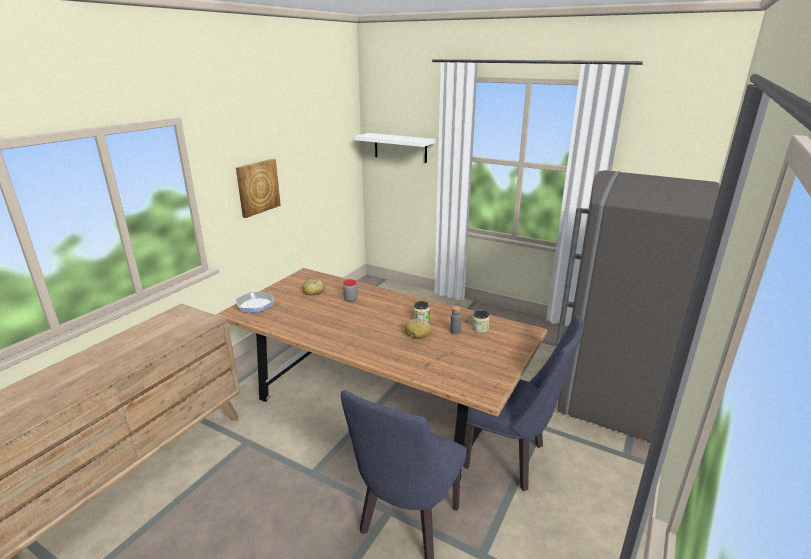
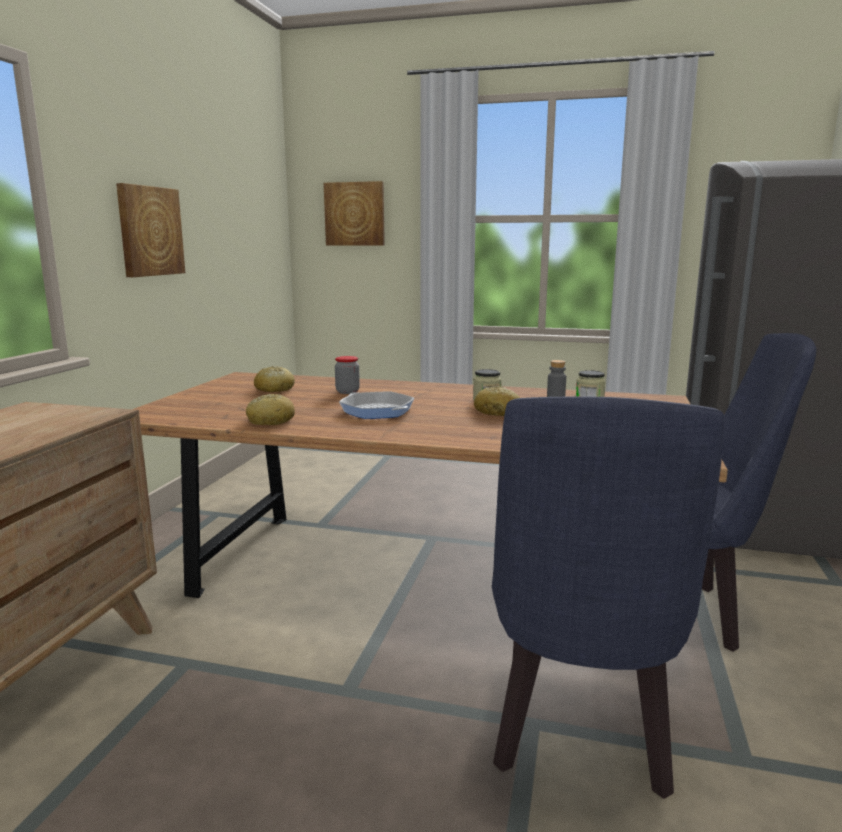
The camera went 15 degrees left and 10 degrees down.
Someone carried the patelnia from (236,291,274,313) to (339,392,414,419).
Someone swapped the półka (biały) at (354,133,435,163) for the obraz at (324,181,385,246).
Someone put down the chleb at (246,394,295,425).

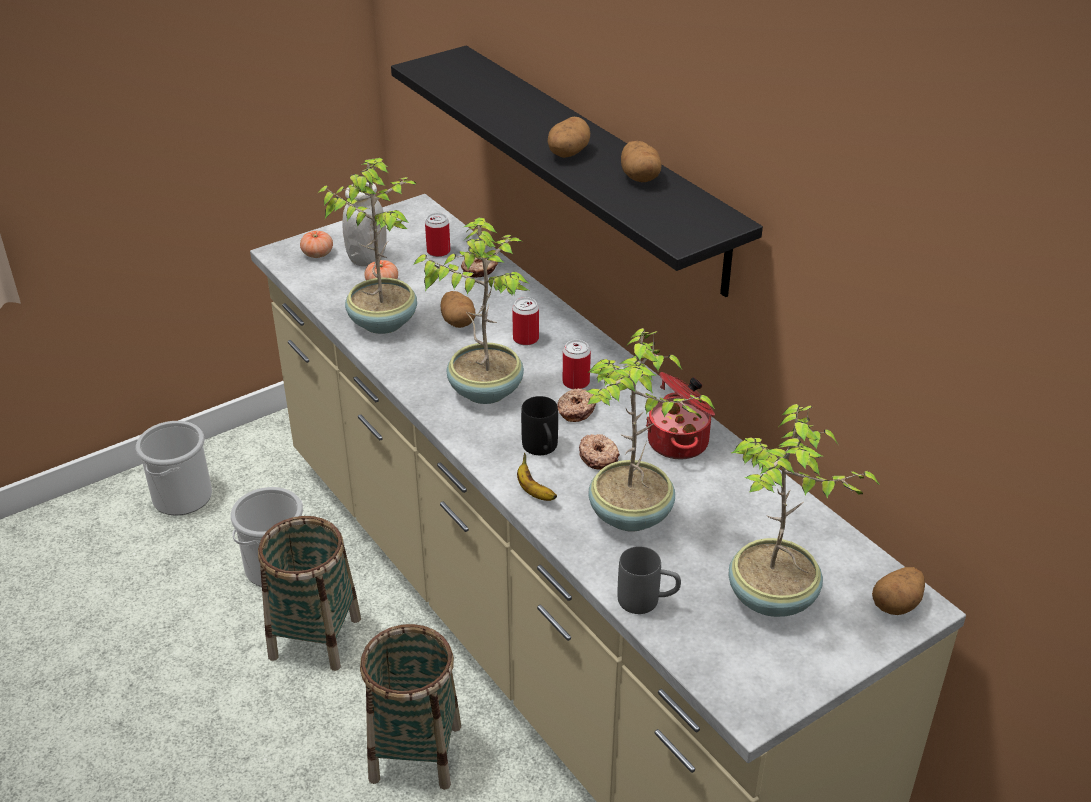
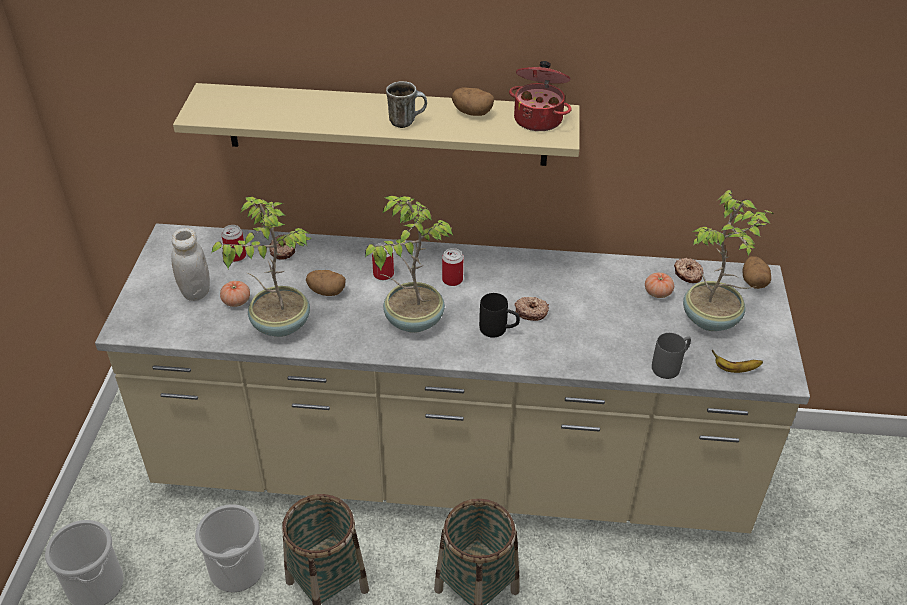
The camera went 50 degrees left and 5 degrees up.
Someone carried the pomidor from (300,231,333,258) to (645,273,674,298).
Someone repainted the półka (czarny) at (391,46,763,297), which became the półka (beżowy) at (173,83,580,166).
Someone carried the banan from (517,453,557,501) to (712,350,763,373).
Someone swapped the ziemniak at (547,117,590,158) for the kubek at (386,81,427,128).
Someone carried the donut from (557,388,596,422) to (674,258,704,283).
Someone took away the roślina doniczkowa at (587,328,715,532).
Someone carried the garnek from (646,372,715,459) to (509,61,571,131).

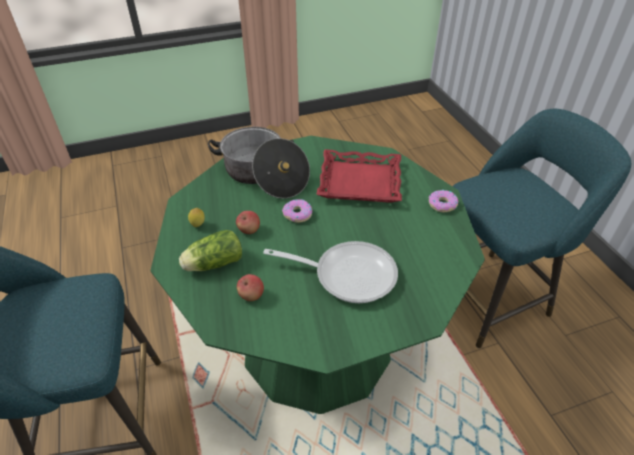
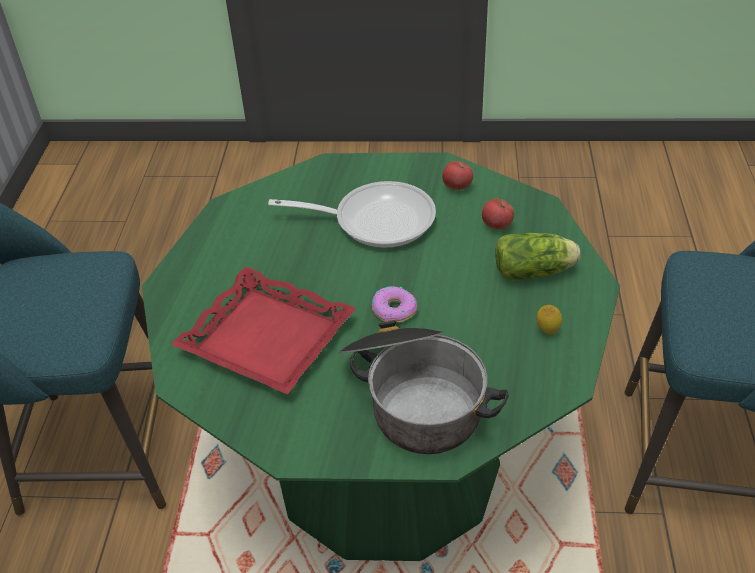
The camera went 155 degrees left and 0 degrees up.
Someone carried the jabłko from (236,211,260,234) to (442,161,473,190).
Someone rotated the patelnia at (263,241,398,303) by 150 degrees clockwise.
Someone took away the donut at (429,190,458,212).

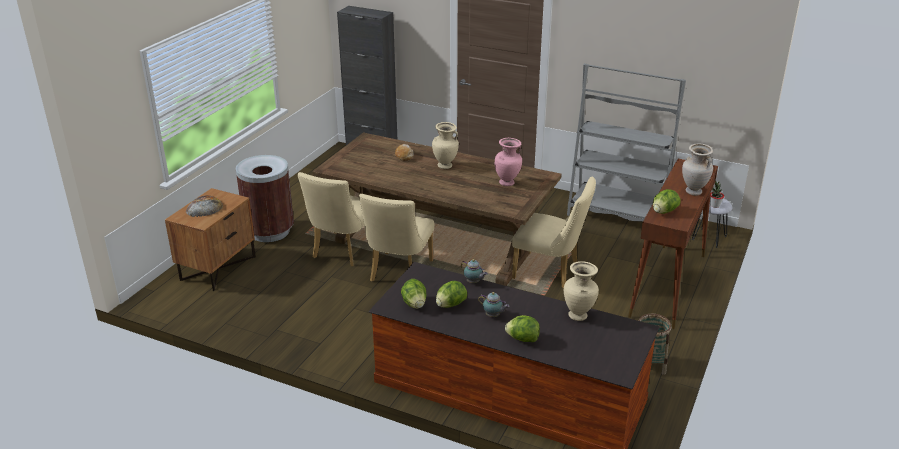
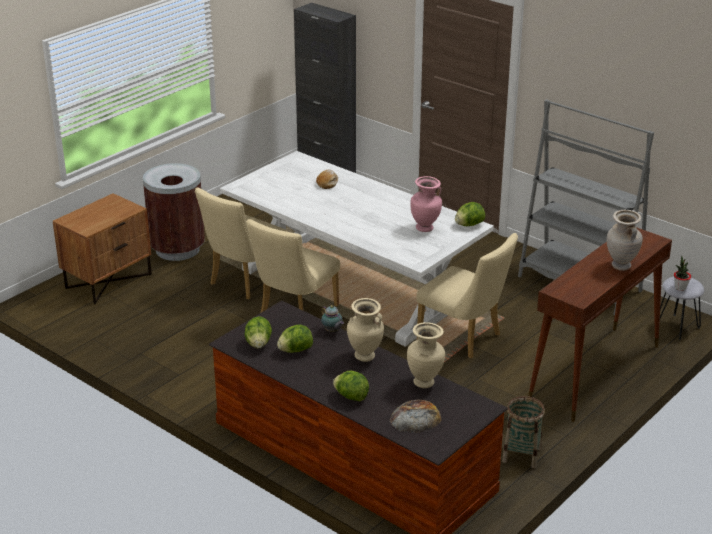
The camera went 15 degrees right and 0 degrees up.
Someone carried the chleb from (186,195,223,217) to (390,399,442,433).
Someone repainted the stół jadalny (brązowy) at (312,132,562,286), which became the stół jadalny (biały) at (220,151,494,347).
Someone carried the wazon (beżowy) from (432,122,459,169) to (347,298,384,362).
Someone took away the imbryk at (478,292,509,317).
Someone carried the sałata from (653,189,681,214) to (455,202,485,226).

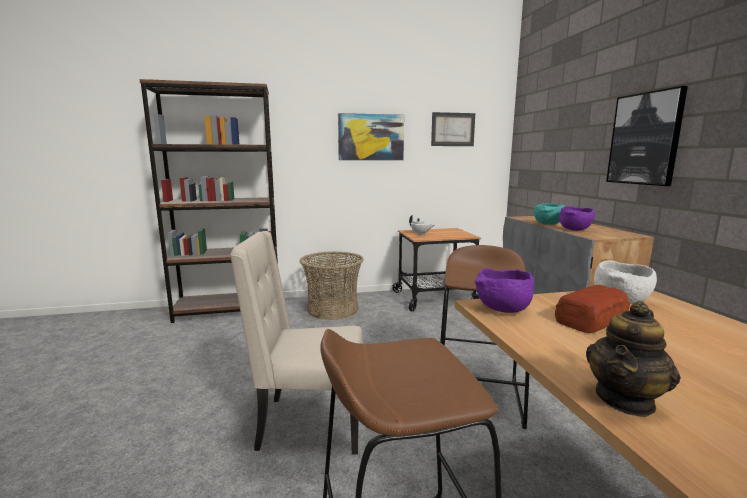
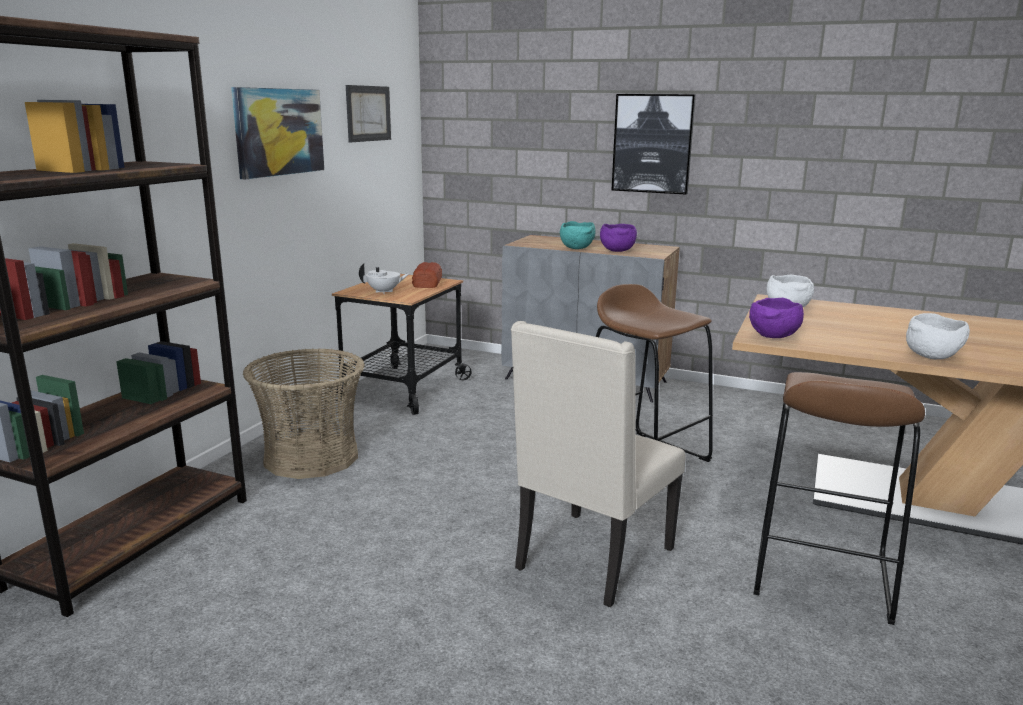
The camera went 55 degrees left and 5 degrees up.
Someone carried the chleb from (555,285,631,333) to (412,262,442,288).
Someone swapped the imbryk at (586,301,681,417) for the miska (biały) at (906,313,970,359).

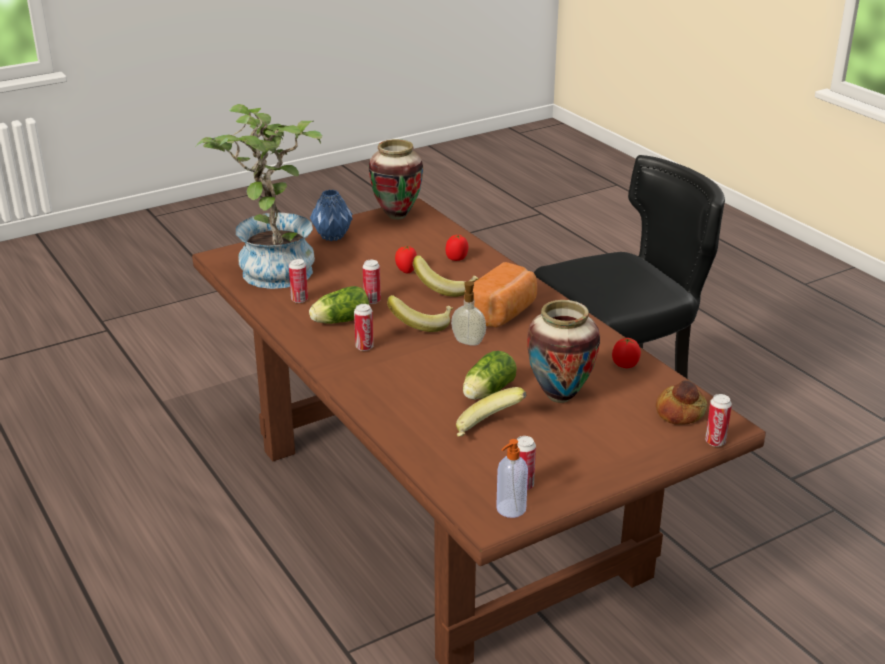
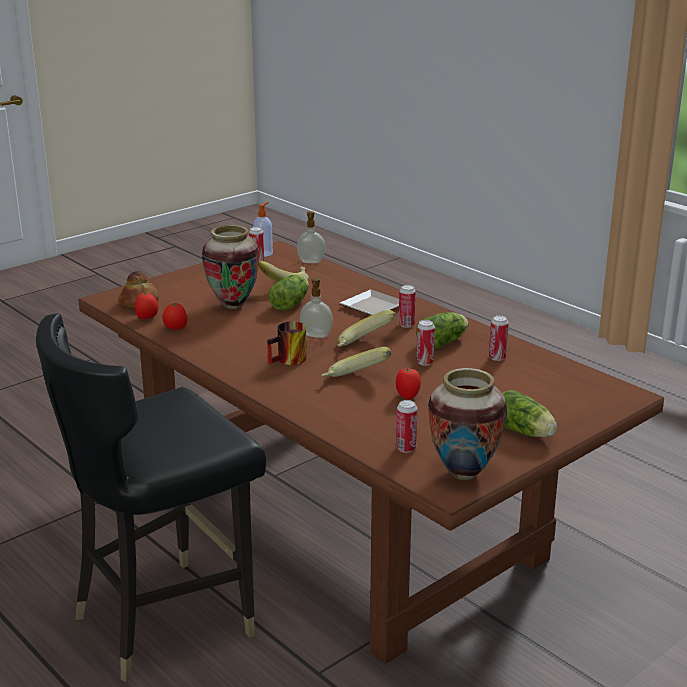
The camera went 170 degrees right and 5 degrees down.
Someone took away the roślina doniczkowa at (196,104,322,289).
Someone swapped the wazon (niebieski) at (310,190,353,241) for the sałata at (502,390,557,437).
Someone carried the pomidor from (445,235,469,261) to (135,293,159,319).
Someone swapped the chleb at (465,262,537,328) for the kubek at (267,321,306,365).
Someone carried the puszka from (705,394,732,447) to (396,400,417,453).
Someone put down the dozownik mydła at (297,211,326,263).
Someone put down the talerz at (339,289,399,315).

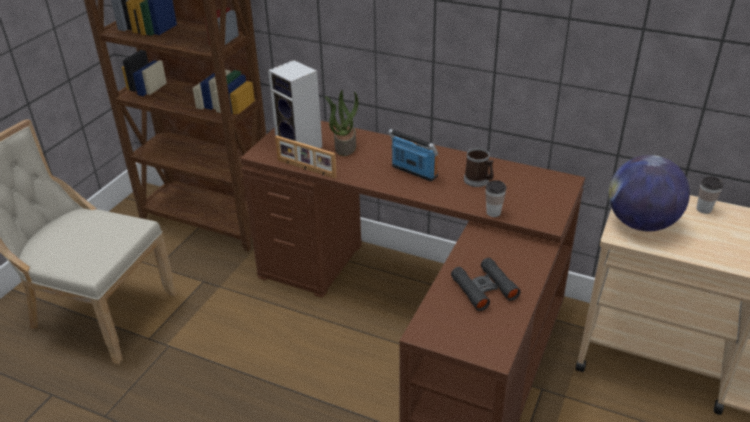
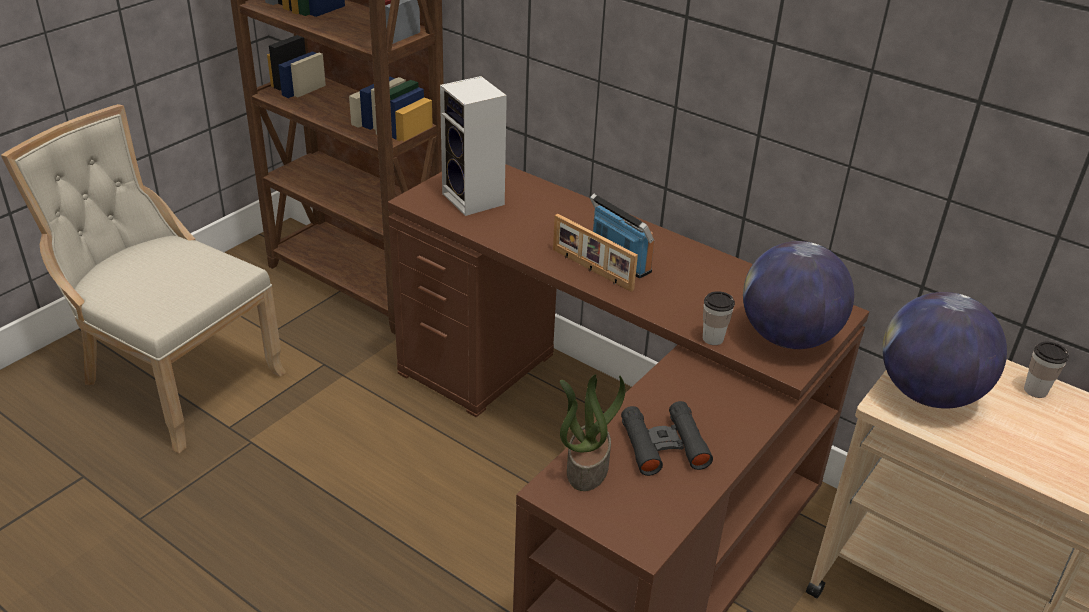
The camera went 10 degrees right and 0 degrees up.
Someone carried the ramka na zdjęcie from (275,136,337,179) to (553,214,638,292).
Someone carried the roślina doniczkowa from (325,90,358,156) to (560,374,625,491).
Someone took away the kubek at (464,148,494,187).
Someone put down the globus at (743,241,854,349).

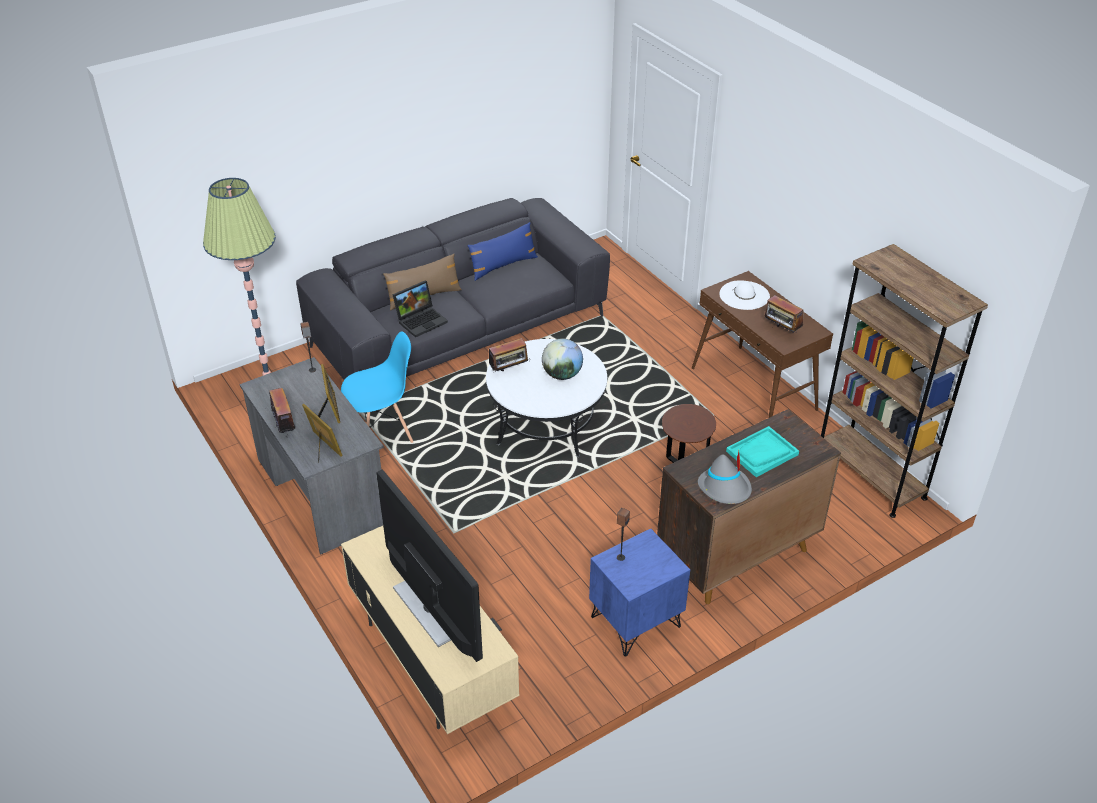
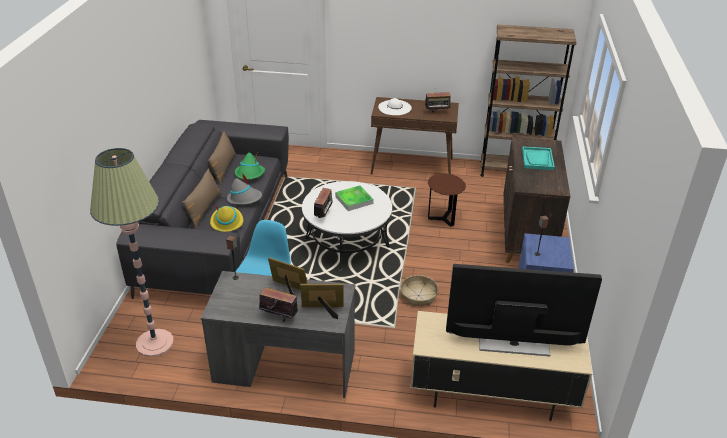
The camera went 50 degrees left and 5 degrees down.
Someone swapped the laptop at (392,280,448,338) for the kapelusz (żółty) at (210,205,243,232).
Someone repainted the poduszka (niebieski) at (468,222,538,281), which became the poduszka (brązowy) at (208,131,236,185).
Someone swapped the globus at (542,338,583,380) for the taca at (335,185,374,211).
Someone carried the kapelusz (szary) from (698,450,752,504) to (227,173,262,205).
Someone put down the kapelusz (zielony) at (235,151,265,179).
Someone put down the koszyk at (400,275,438,307).

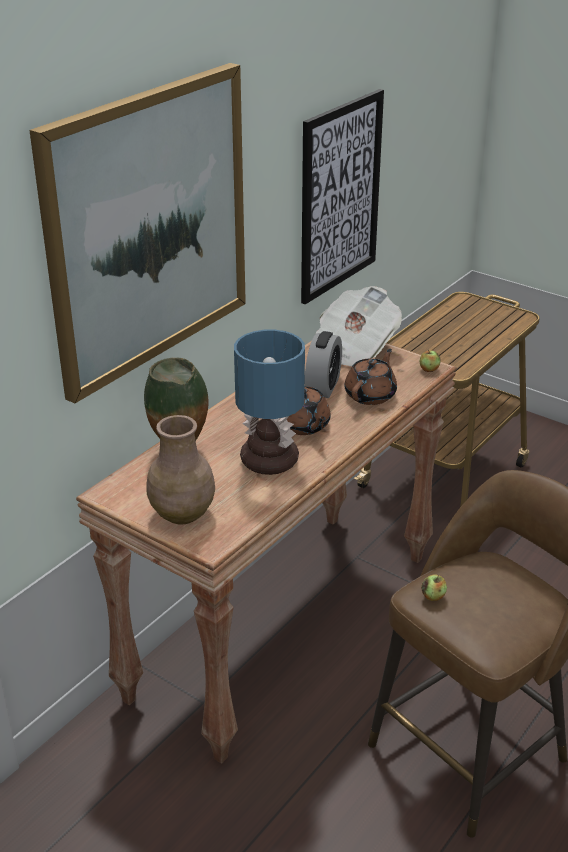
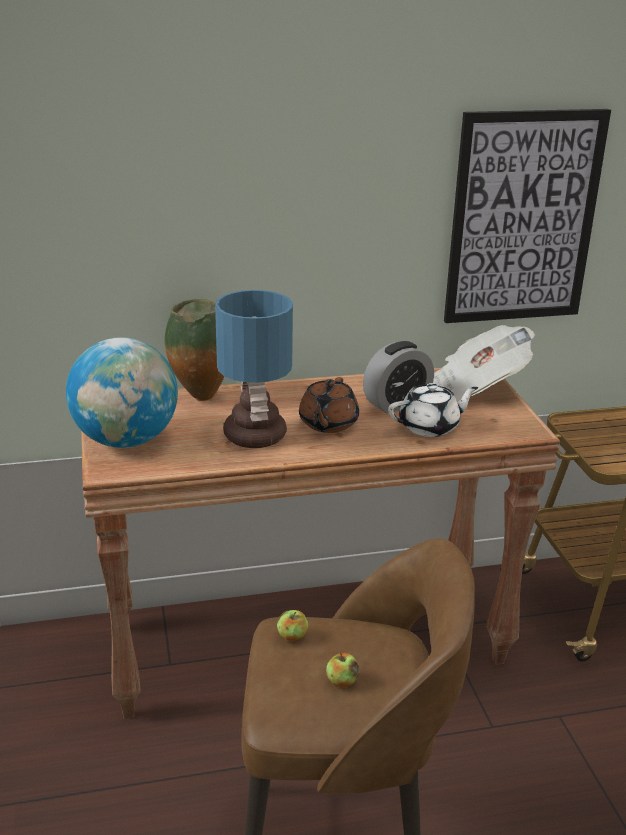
The camera went 40 degrees right and 5 degrees down.
Someone took away the obraz at (29,63,246,404).
Someone swapped the wazon (brązowy) at (146,415,215,524) for the globus at (66,337,178,448).
Someone repainted the imbryk (brązowy) at (344,349,397,405), which became the imbryk (biały) at (388,383,479,437).
Someone carried the jabłko from (420,350,441,372) to (326,653,359,688).

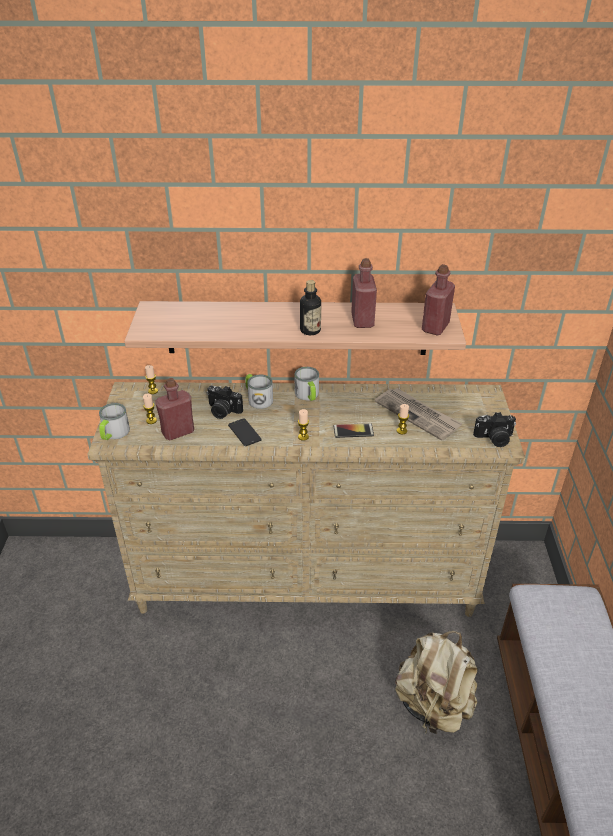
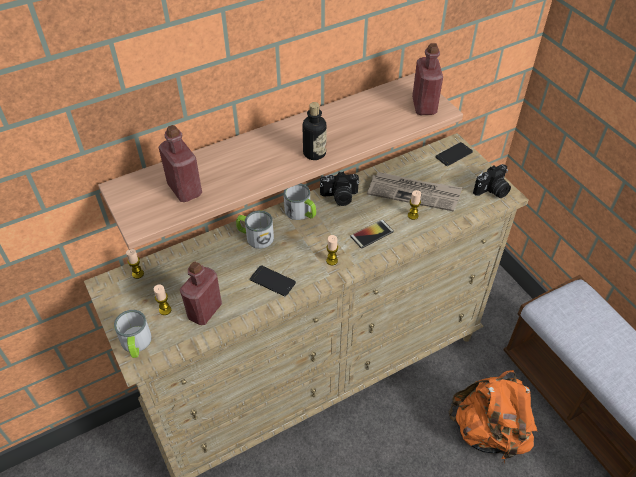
The camera went 30 degrees left and 10 degrees up.
Someone carried the aparat fotograficzny from (207,386,243,419) to (320,171,359,206).
Someone carried the butelka (czerwony) from (351,258,377,328) to (158,125,202,202).
Someone repainted the plecak (beżowy) at (395,631,478,735), which became the plecak (pomarańczowy) at (449,370,538,463).
Someone put down the telefon at (436,142,473,166).

